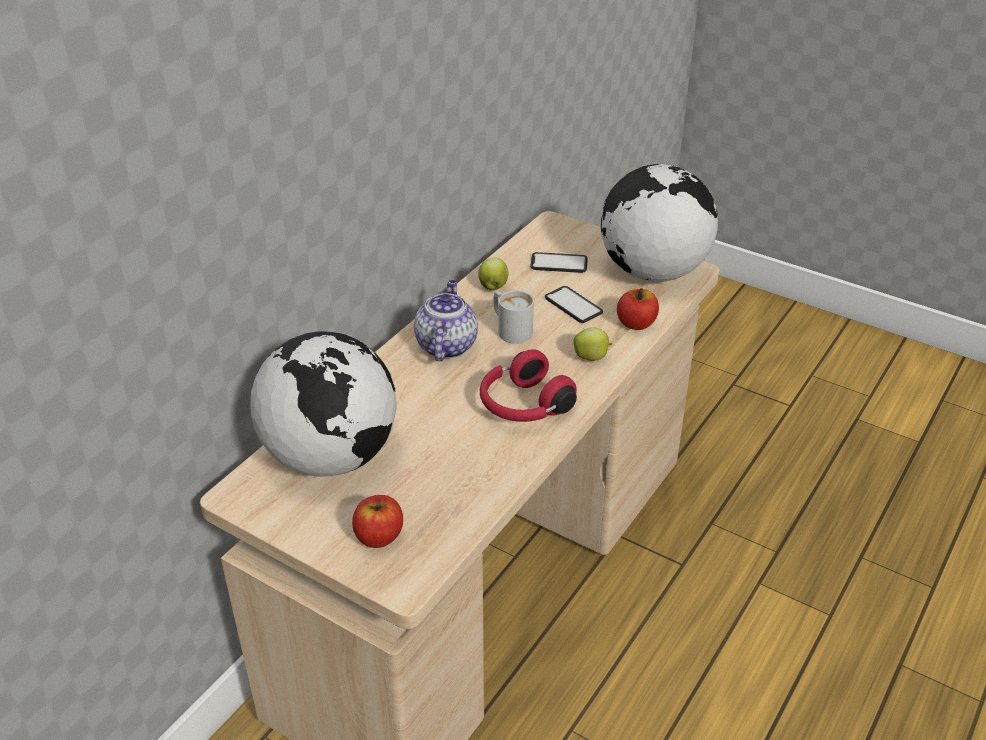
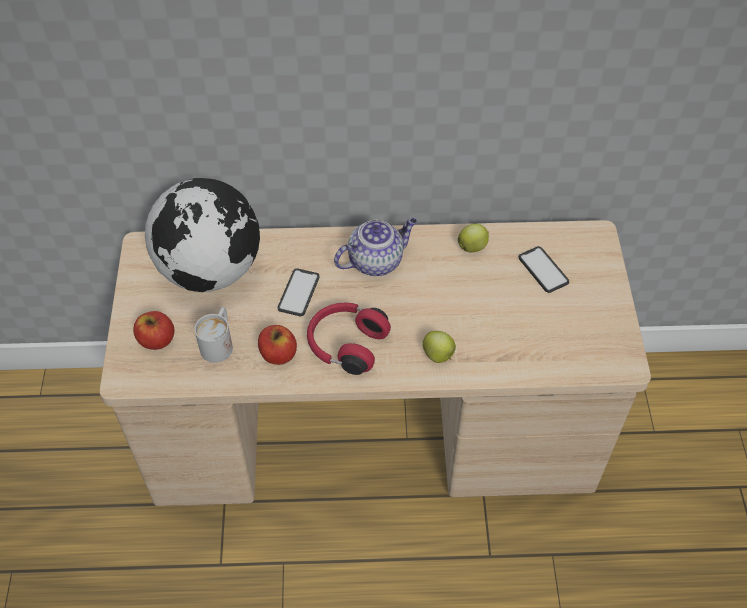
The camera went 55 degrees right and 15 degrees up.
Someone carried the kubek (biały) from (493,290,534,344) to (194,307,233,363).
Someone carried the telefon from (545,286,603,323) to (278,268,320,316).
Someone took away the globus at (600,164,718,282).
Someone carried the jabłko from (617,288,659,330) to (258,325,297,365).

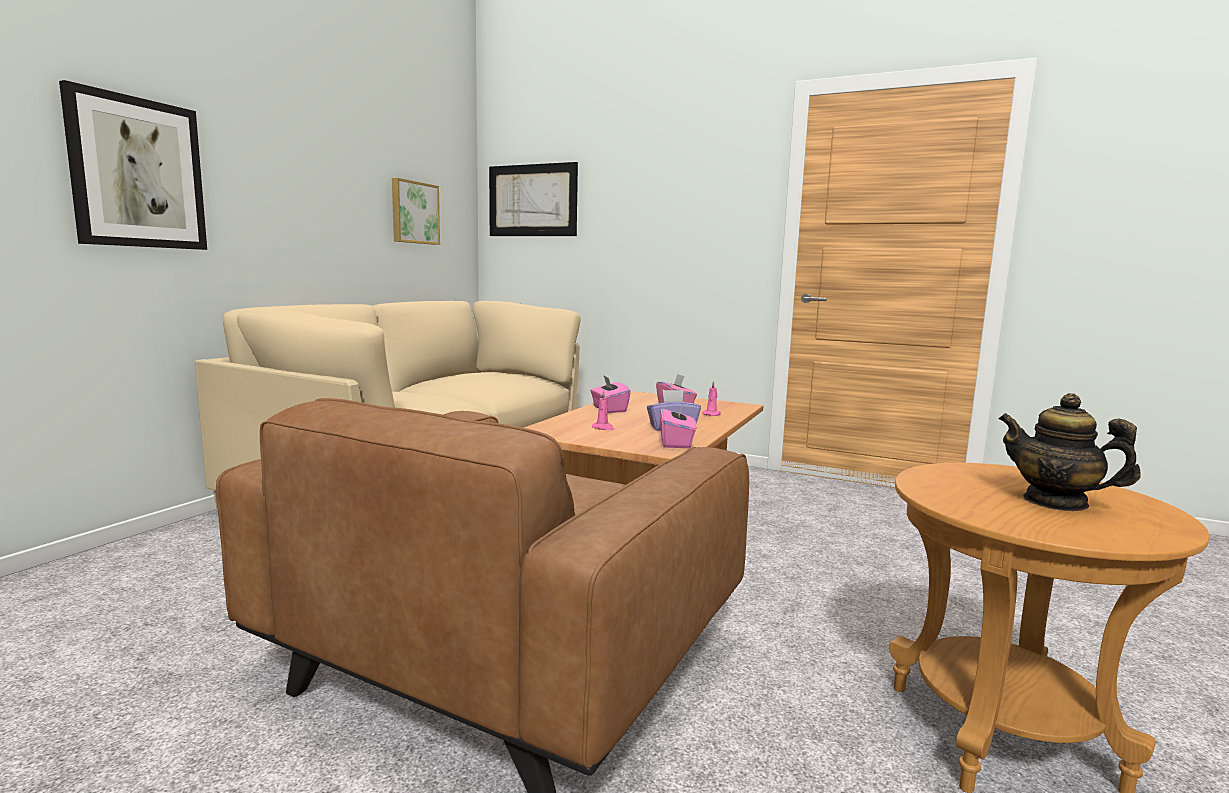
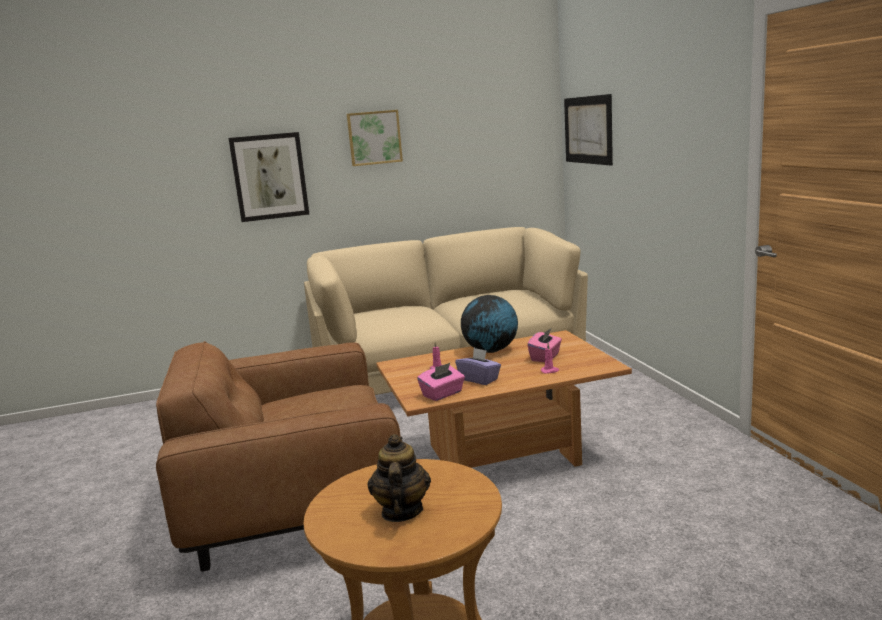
The camera went 50 degrees right and 5 degrees up.
Someone carried the obraz from (392,178,440,245) to (347,110,403,166).
Someone swapped the pudełko chusteczek (różowy) at (590,376,631,413) for the globus at (461,295,518,353).

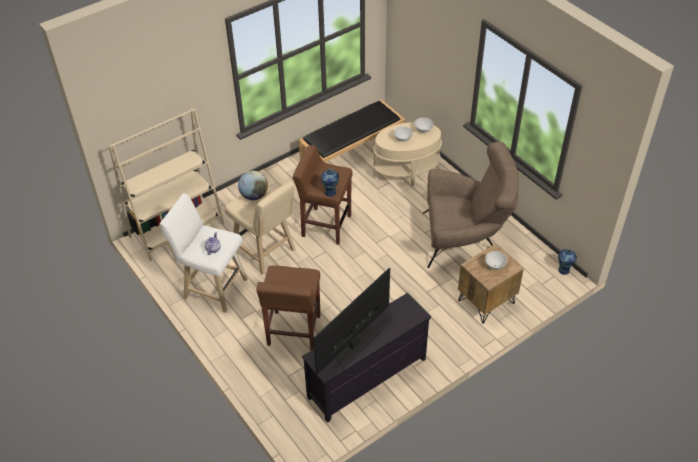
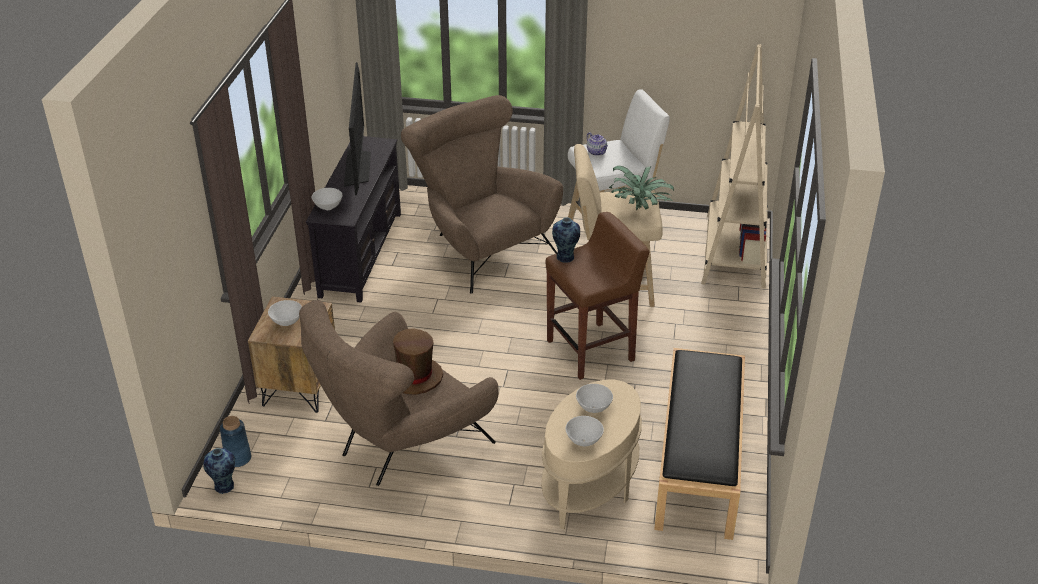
The camera went 135 degrees right and 10 degrees down.
Someone swapped the globus at (238,171,268,200) for the roślina doniczkowa at (609,166,674,211).
Someone swapped the stołek (brązowy) at (256,266,320,350) for the fotel (brązowy) at (401,95,563,294).
Someone put down the wazon (niebieski) at (220,416,251,467).
Someone put down the miska (biały) at (312,188,342,210).
Someone put down the kapelusz (brązowy) at (393,328,443,395).

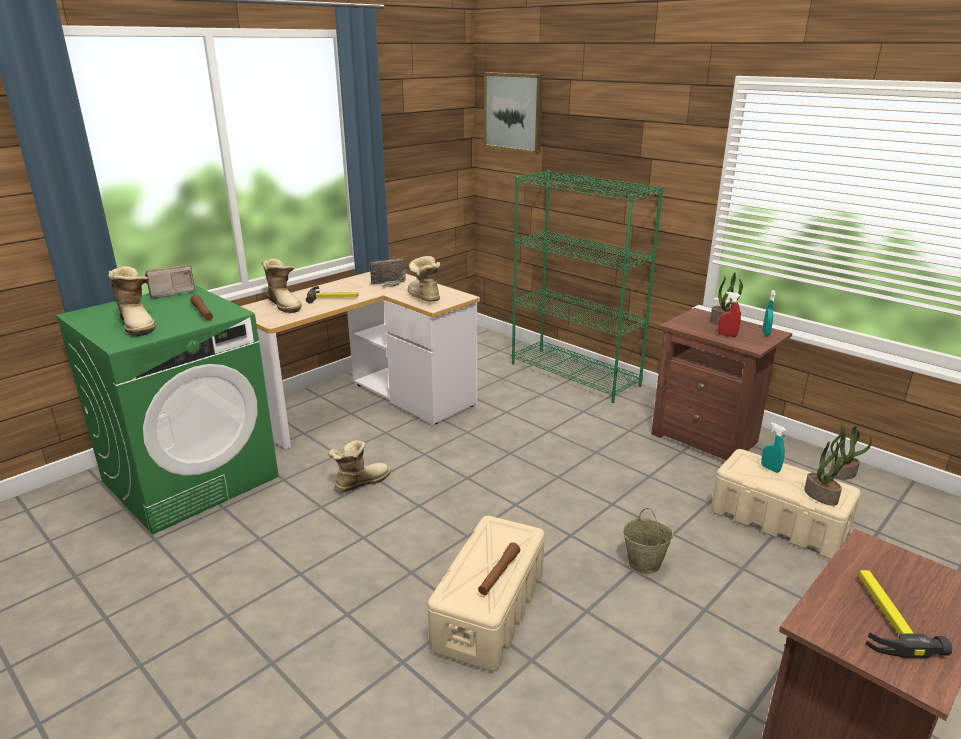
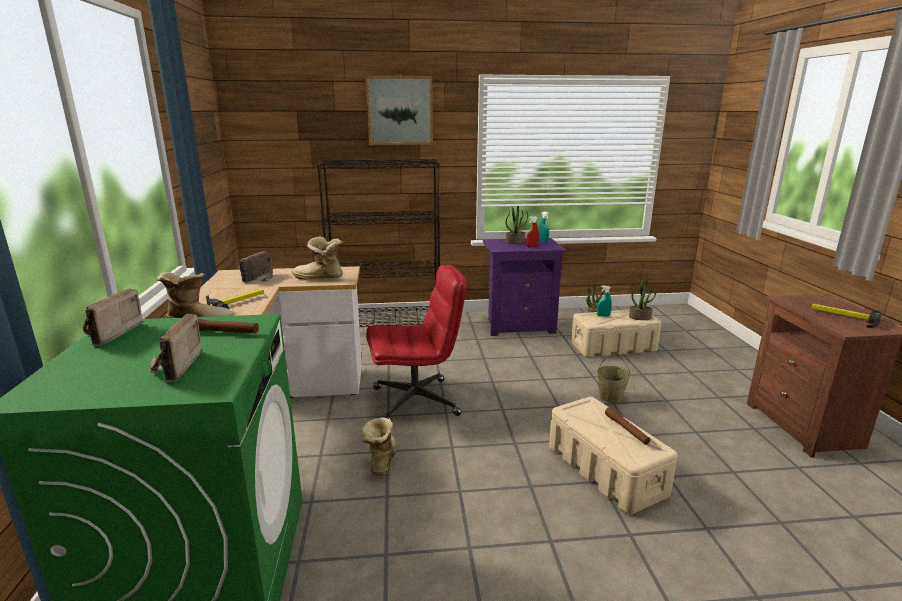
The camera went 50 degrees left and 5 degrees down.
Someone swapped the but z cholewką at (108,266,156,336) for the radio at (149,313,203,382).
Someone carried the obraz from (484,72,543,154) to (366,75,433,145).
Someone repainted the regał (zielony) at (512,170,663,403), which became the regał (czarny) at (317,159,440,327).
Someone repainted the szafka nocna (brązowy) at (651,308,792,460), which became the szafka nocna (fioletowy) at (483,238,566,336).
Someone put down the krzesło biurowe (czerwony) at (366,265,467,420).

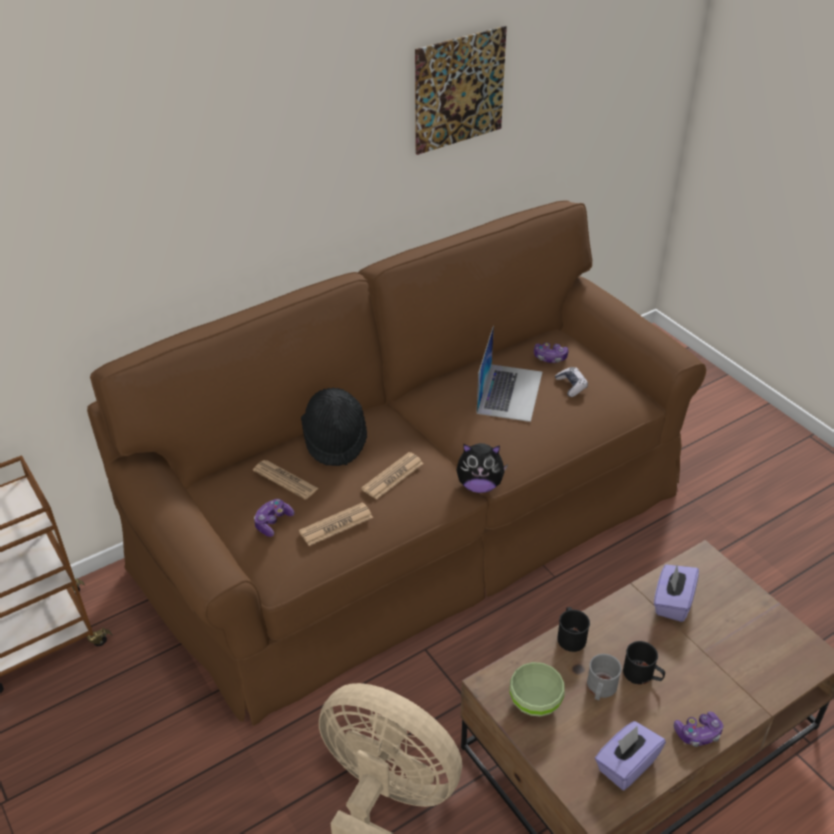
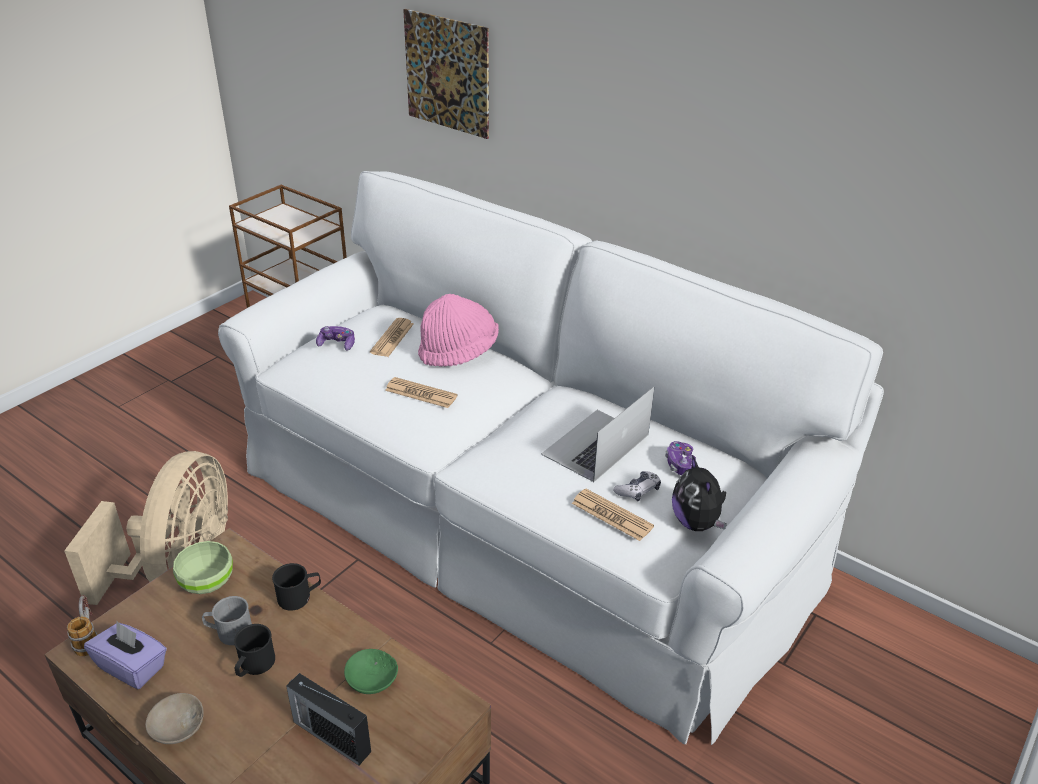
The camera went 70 degrees right and 5 degrees down.
Someone repainted the kanapa (brązowy) at (87,200,706,726), which became the kanapa (biały) at (218,171,884,745).
Someone carried the gazeta from (299,502,373,546) to (572,489,654,541).
Someone repainted the kapelusz (czarny) at (301,388,367,466), which became the kapelusz (różowy) at (418,294,499,367).
Someone carried the obraz from (415,26,507,155) to (403,9,489,139).
Someone carried the pluszak from (456,443,508,493) to (672,455,727,531).
Someone rotated the laptop at (477,325,542,422) by 135 degrees clockwise.
Someone swapped the pudełko chusteczek (fioletowy) at (654,565,699,622) for the miska (zielony) at (344,649,398,694).
Someone swapped the pad do gier at (674,711,723,747) for the miska (beżowy) at (146,693,204,744).
Someone put down the kubek at (67,595,98,656).
Someone put down the radio at (286,673,371,765).

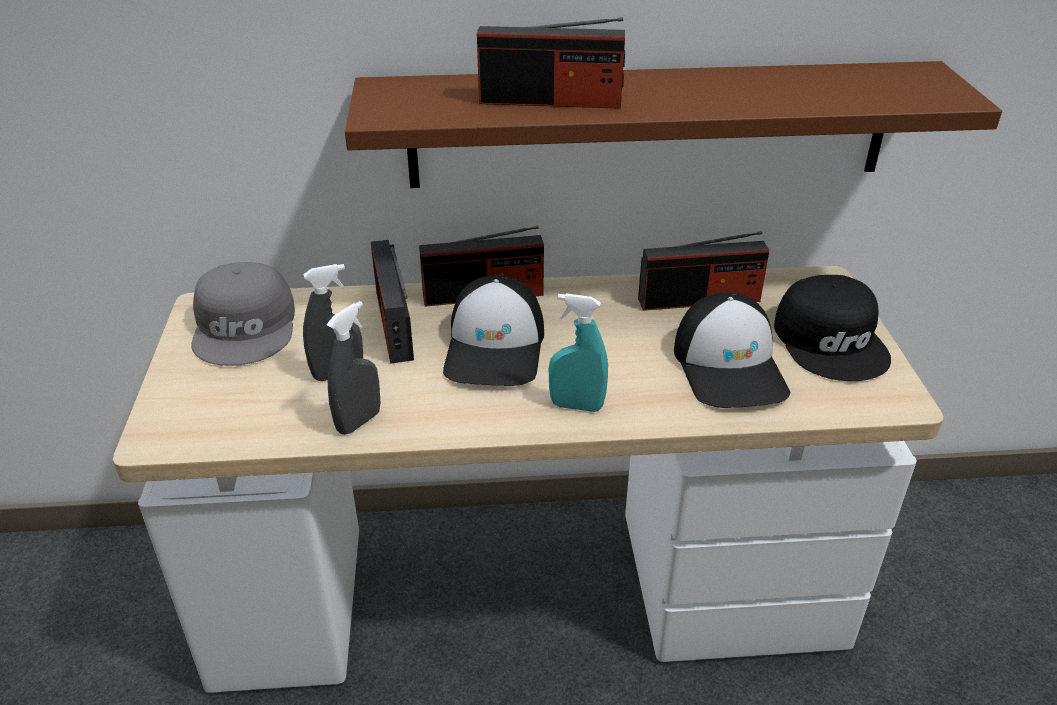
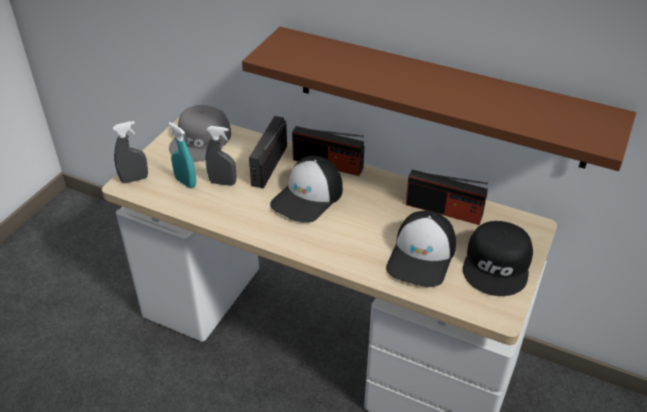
The camera went 30 degrees right and 5 degrees up.
Someone carried the spryskiwacz (szary) from (326,301,381,435) to (113,121,148,183).
Someone took away the radio at (477,17,625,109).
Someone carried the spryskiwacz (turkusowy) from (549,293,608,412) to (168,122,196,188).

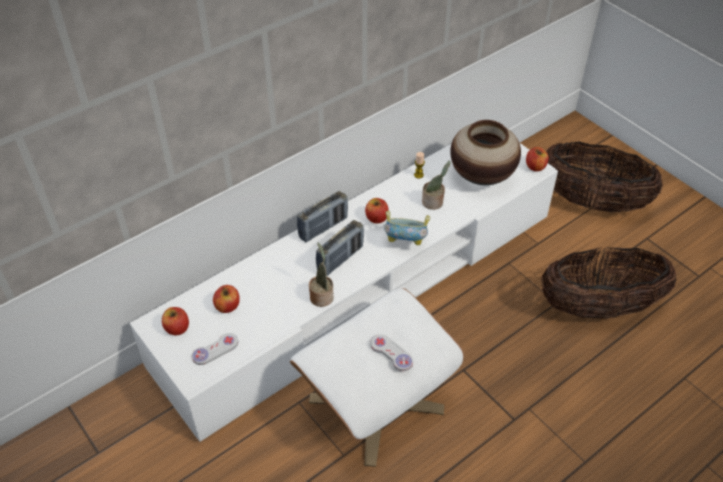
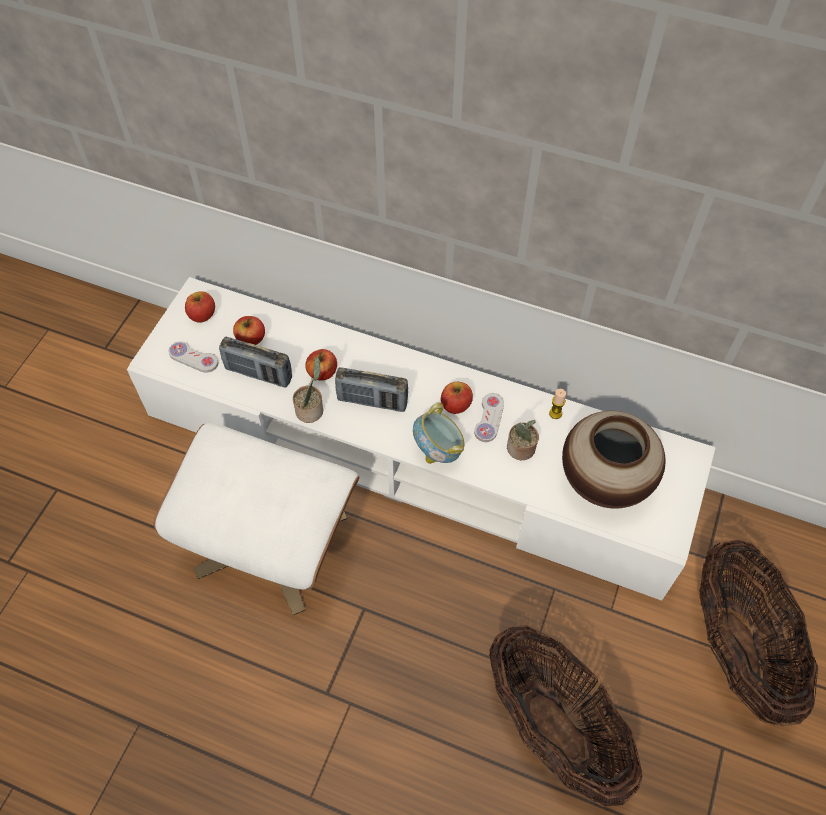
The camera went 60 degrees right and 10 degrees up.
Someone carried the radio from (297,191,348,242) to (219,337,292,388).
Someone carried the pad do gier (biały) from (371,334,413,371) to (474,393,504,442).
Someone carried the jabłko from (526,147,549,171) to (305,349,337,381).

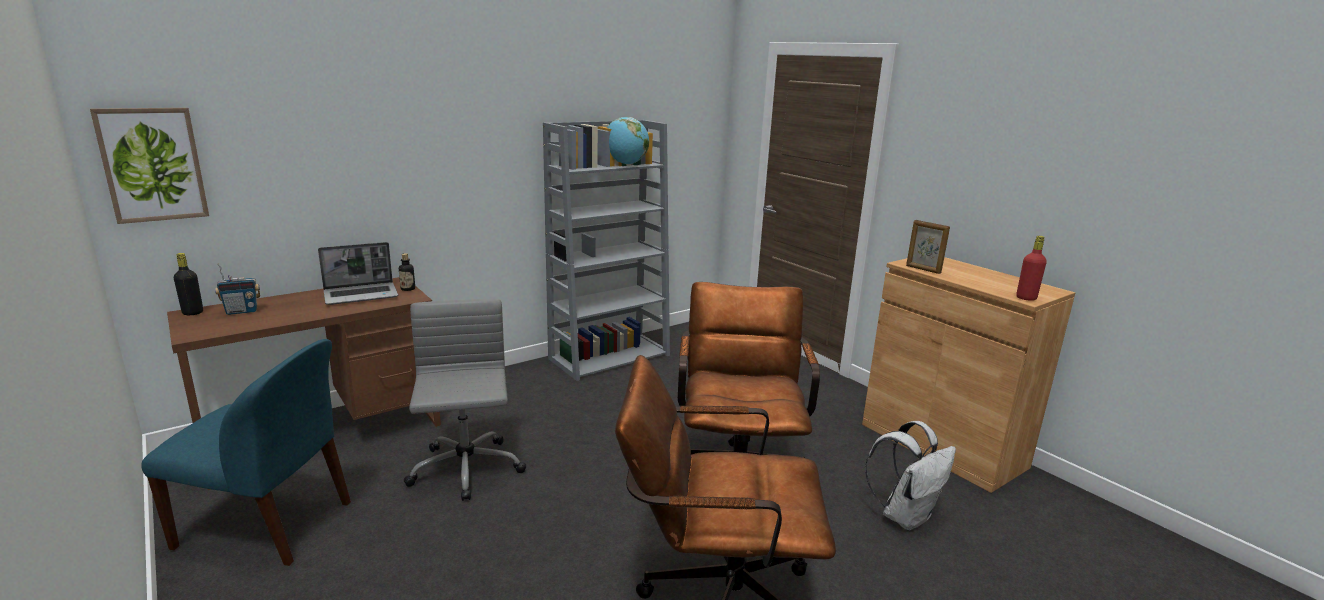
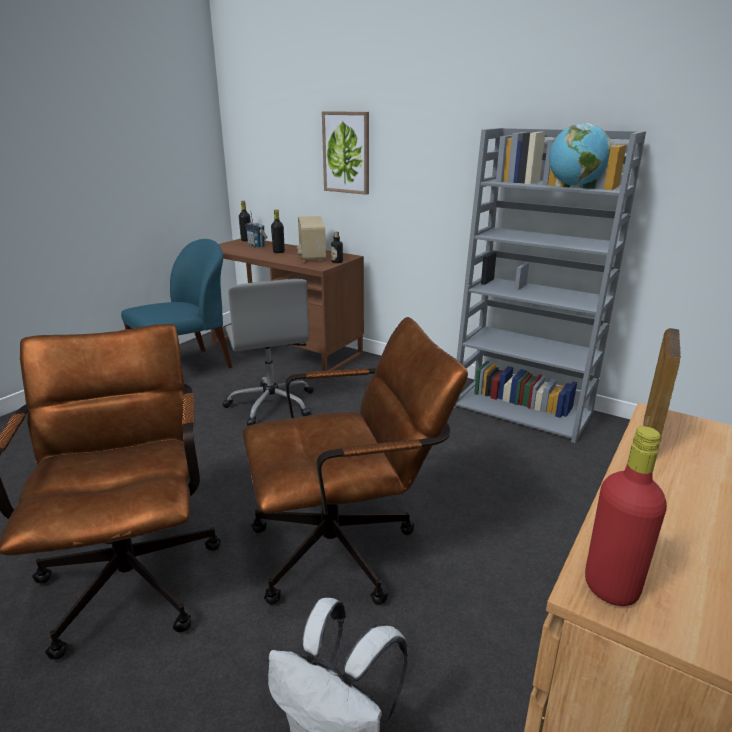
The camera went 70 degrees right and 5 degrees up.
Someone carried the obraz from (90,108,209,224) to (322,111,369,195).
Someone rotated the krzesło (niebieski) at (141,339,351,566) by 120 degrees counterclockwise.
Someone swapped the laptop at (318,242,398,305) for the radio at (297,216,326,262).
Someone rotated the krzesło biurowe (szary) at (403,299,527,501) by 105 degrees clockwise.
Someone put down the butelka (czarny) at (271,209,285,253).

